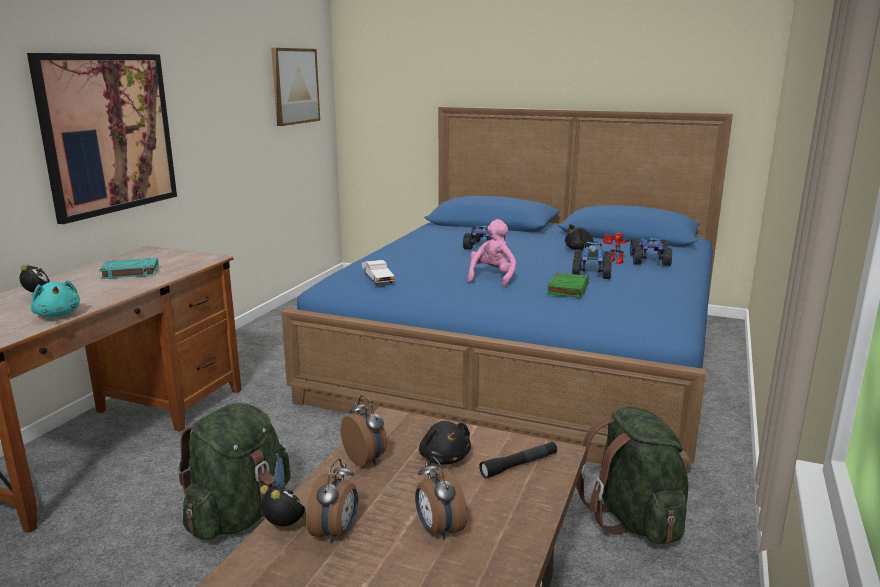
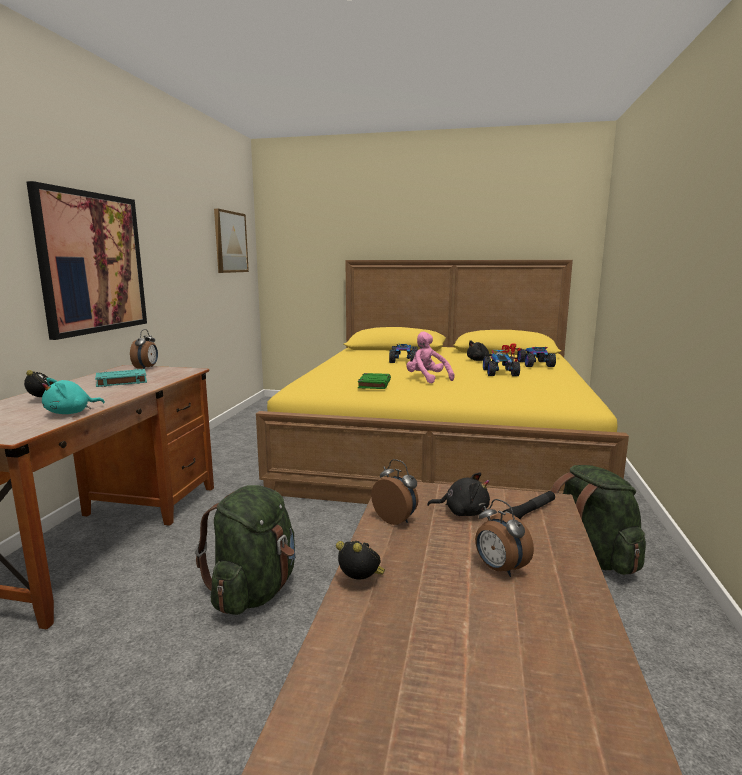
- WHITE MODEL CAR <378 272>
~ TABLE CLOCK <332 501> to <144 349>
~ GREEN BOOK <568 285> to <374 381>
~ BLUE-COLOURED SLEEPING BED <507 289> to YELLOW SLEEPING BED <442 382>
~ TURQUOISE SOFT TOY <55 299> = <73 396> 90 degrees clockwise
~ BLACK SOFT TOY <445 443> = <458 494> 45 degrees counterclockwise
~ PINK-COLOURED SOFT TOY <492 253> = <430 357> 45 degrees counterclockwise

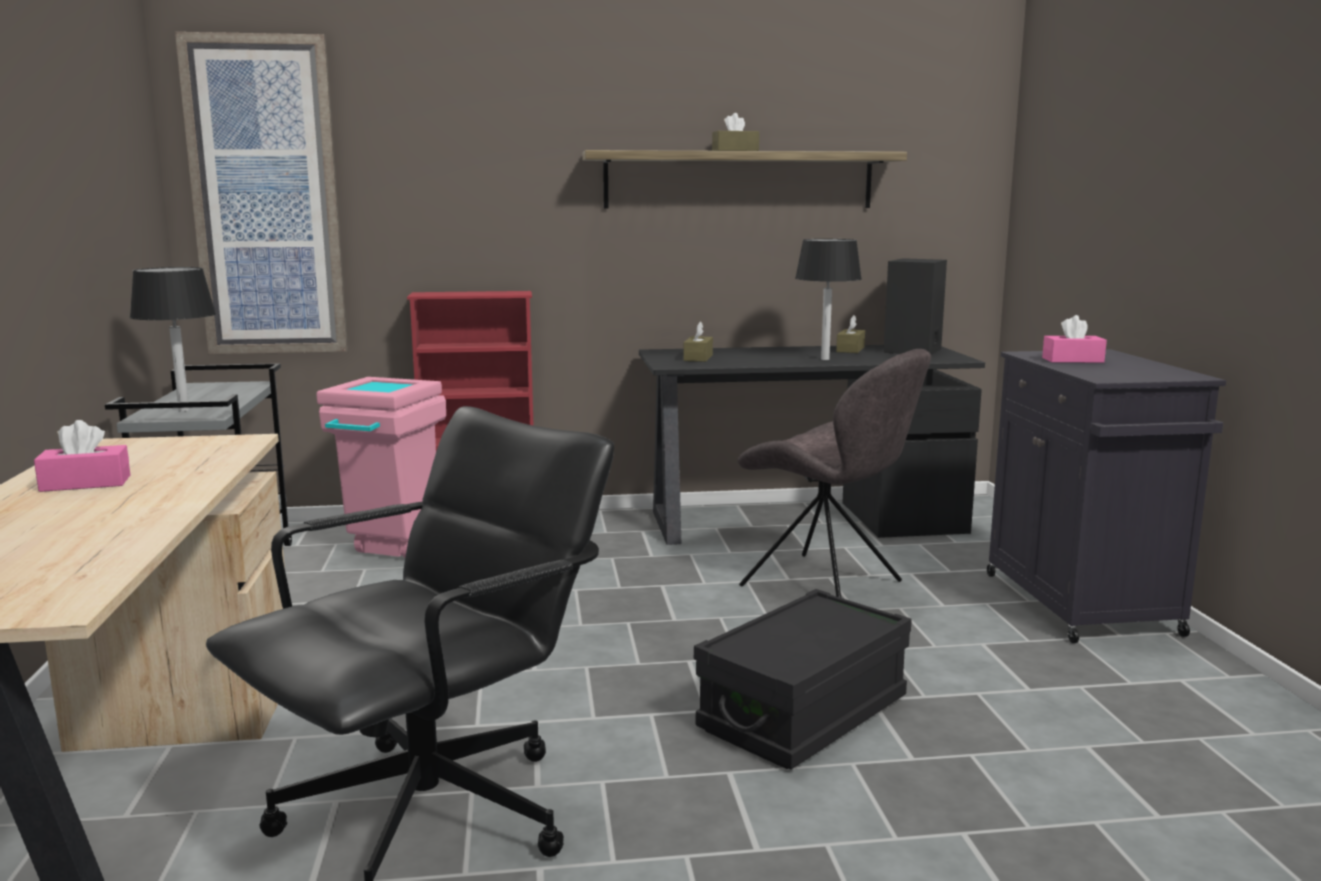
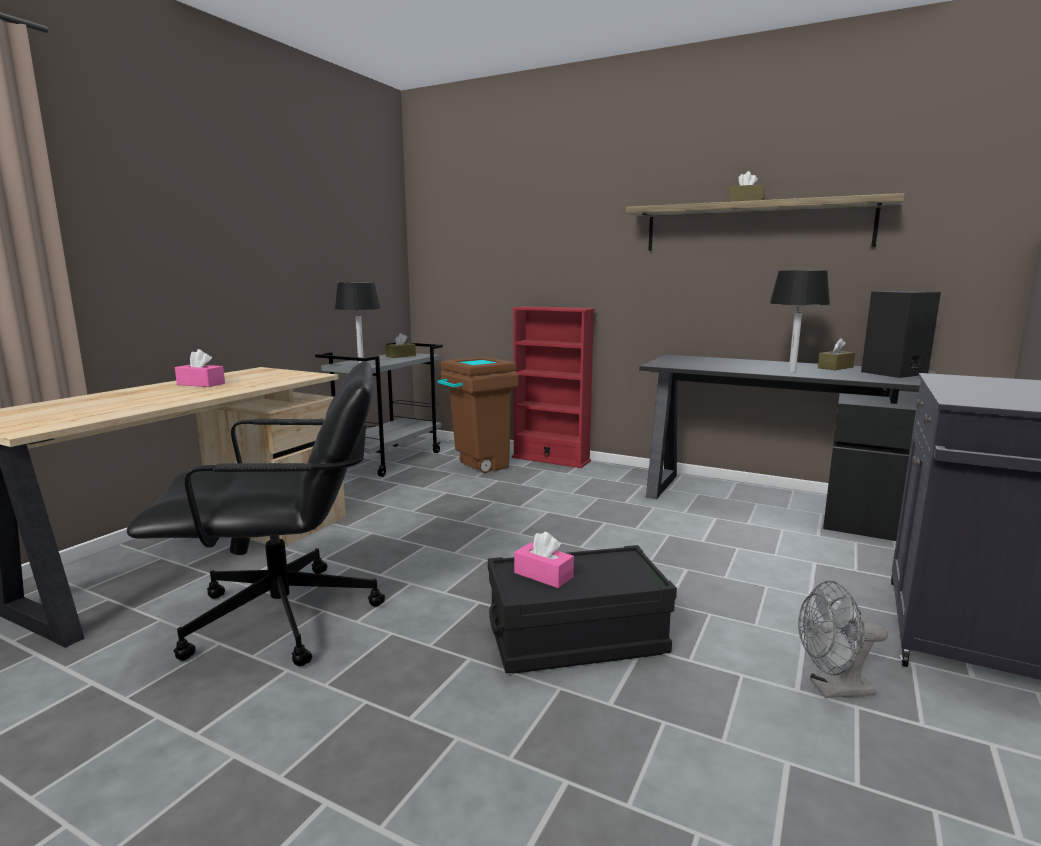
- WALL PICTURE <261 193>
- GREY PLAIN CHAIR <834 473>
+ GREY COOLING FAN <843 639>
~ BROWN TISSUE HOLDER <698 341> to <400 345>
~ PINK-COLOURED TISSUE HOLDER <1074 339> to <544 560>
~ PINK-COLOURED TRASH CAN <381 467> to BROWN TRASH CAN <477 415>

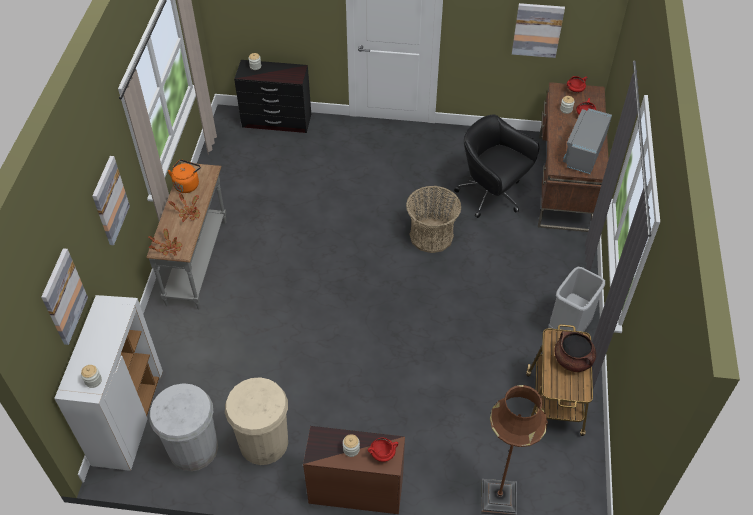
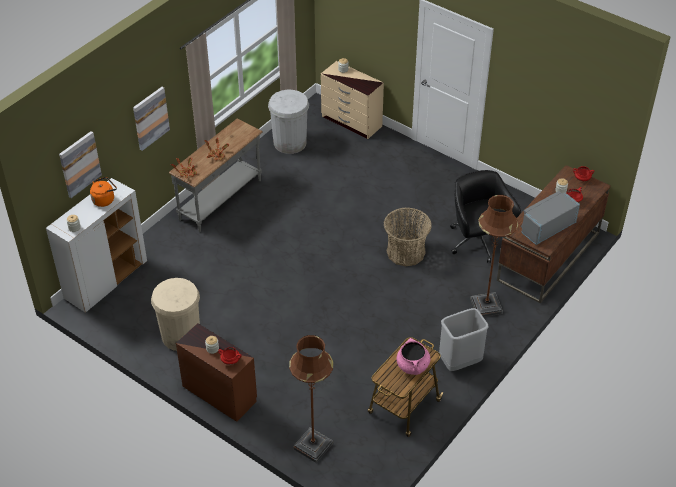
- WALL PICTURE <538 30>
+ BROWN STANDARD LAMP <494 256>
~ WHITE TRASH CAN <183 427> to <288 122>
~ ORANGEY KETTLE <184 176> to <103 192>
~ BLACK CHEST OF DRAWERS <272 96> to BEIGE-COLOURED CHEST OF DRAWERS <352 100>
~ BROWN COOKING POT <575 351> to PINK-COLOURED COOKING POT <413 356>

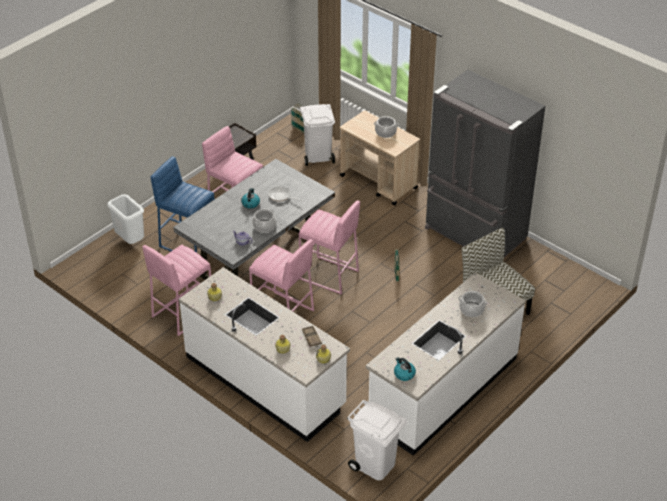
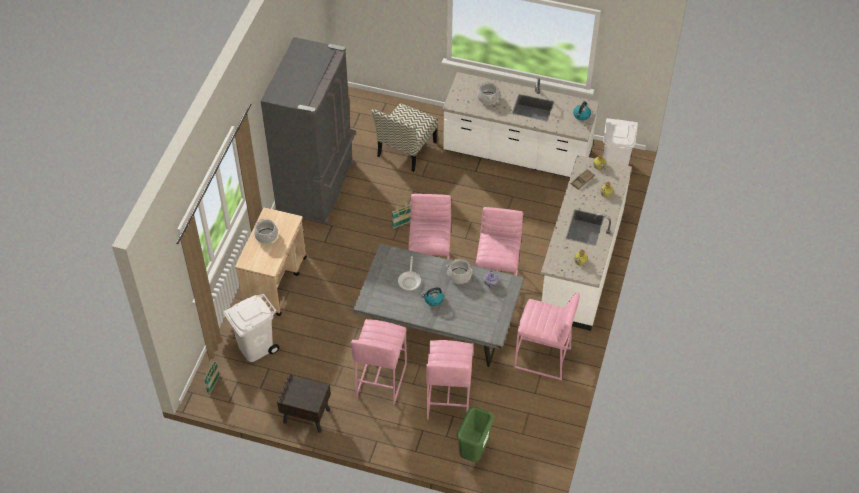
~ WHITE TRASH CAN <125 219> to GREEN TRASH CAN <475 434>
~ BLUE-COLOURED STOOL <183 204> to PINK-COLOURED STOOL <449 380>

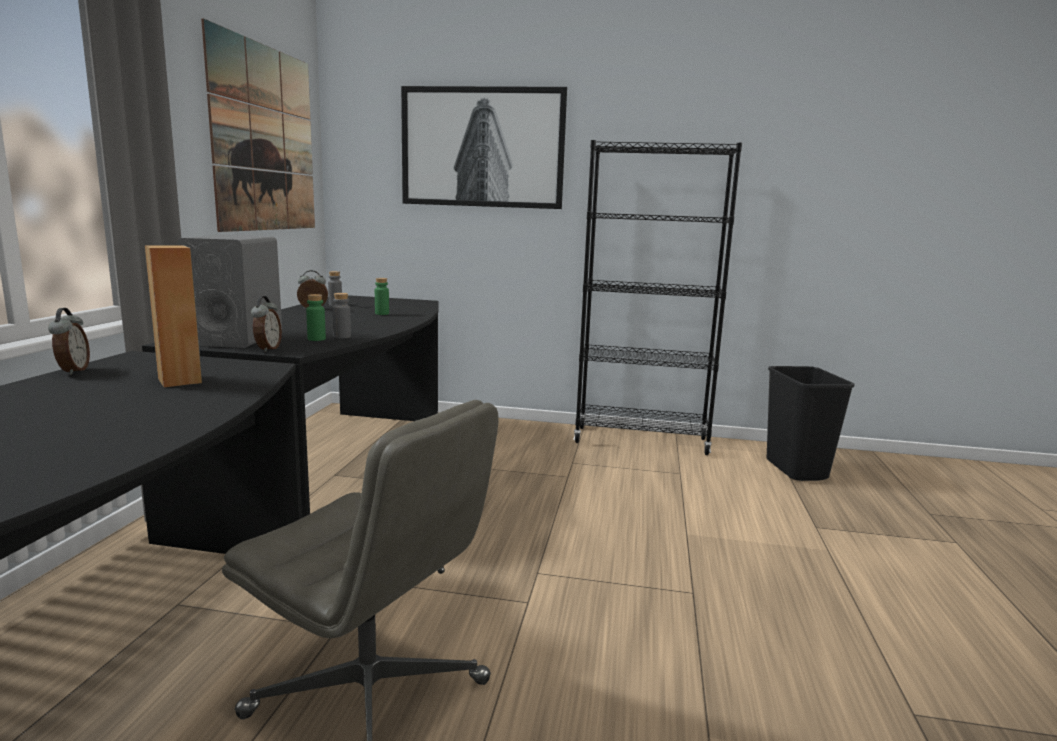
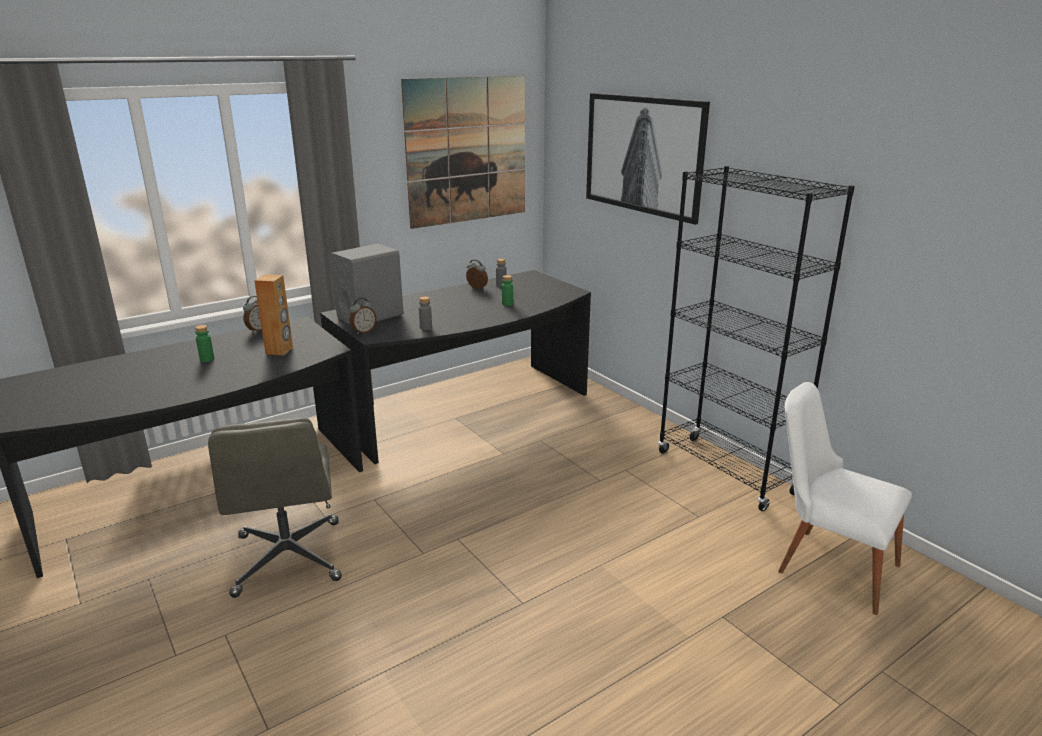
~ GREEN BOTTLE <316 317> to <204 343>
~ BLACK TRASH CAN <810 423> to WHITE PLAIN CHAIR <845 498>

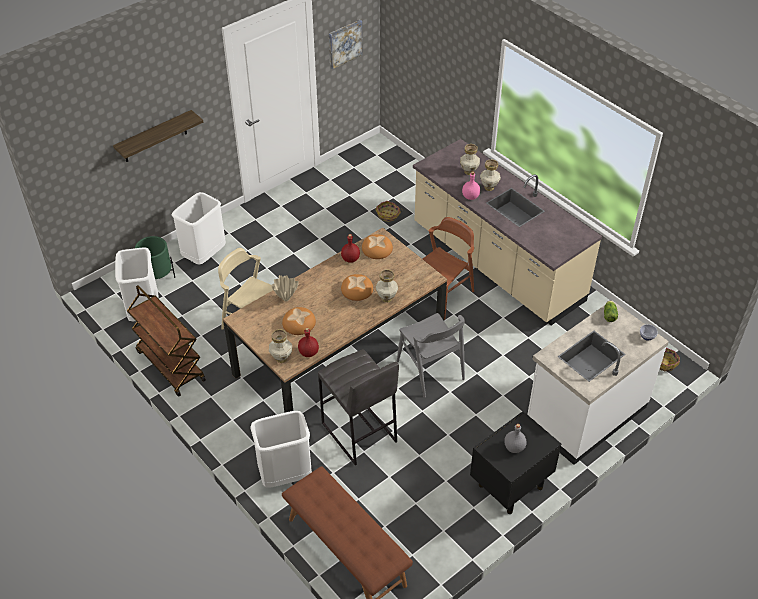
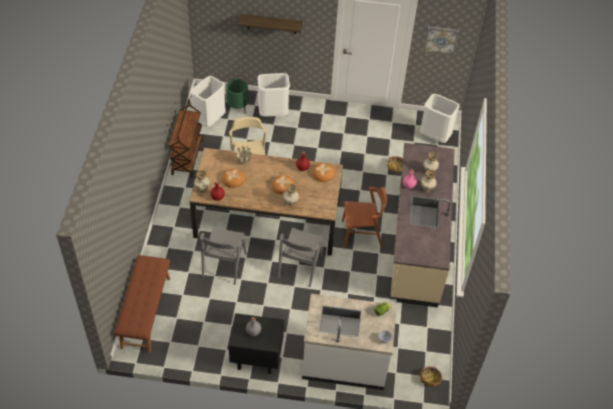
~ WHITE TRASH CAN <281 449> to <440 118>
~ GREY STOOL <358 407> to GREY PLAIN CHAIR <223 255>

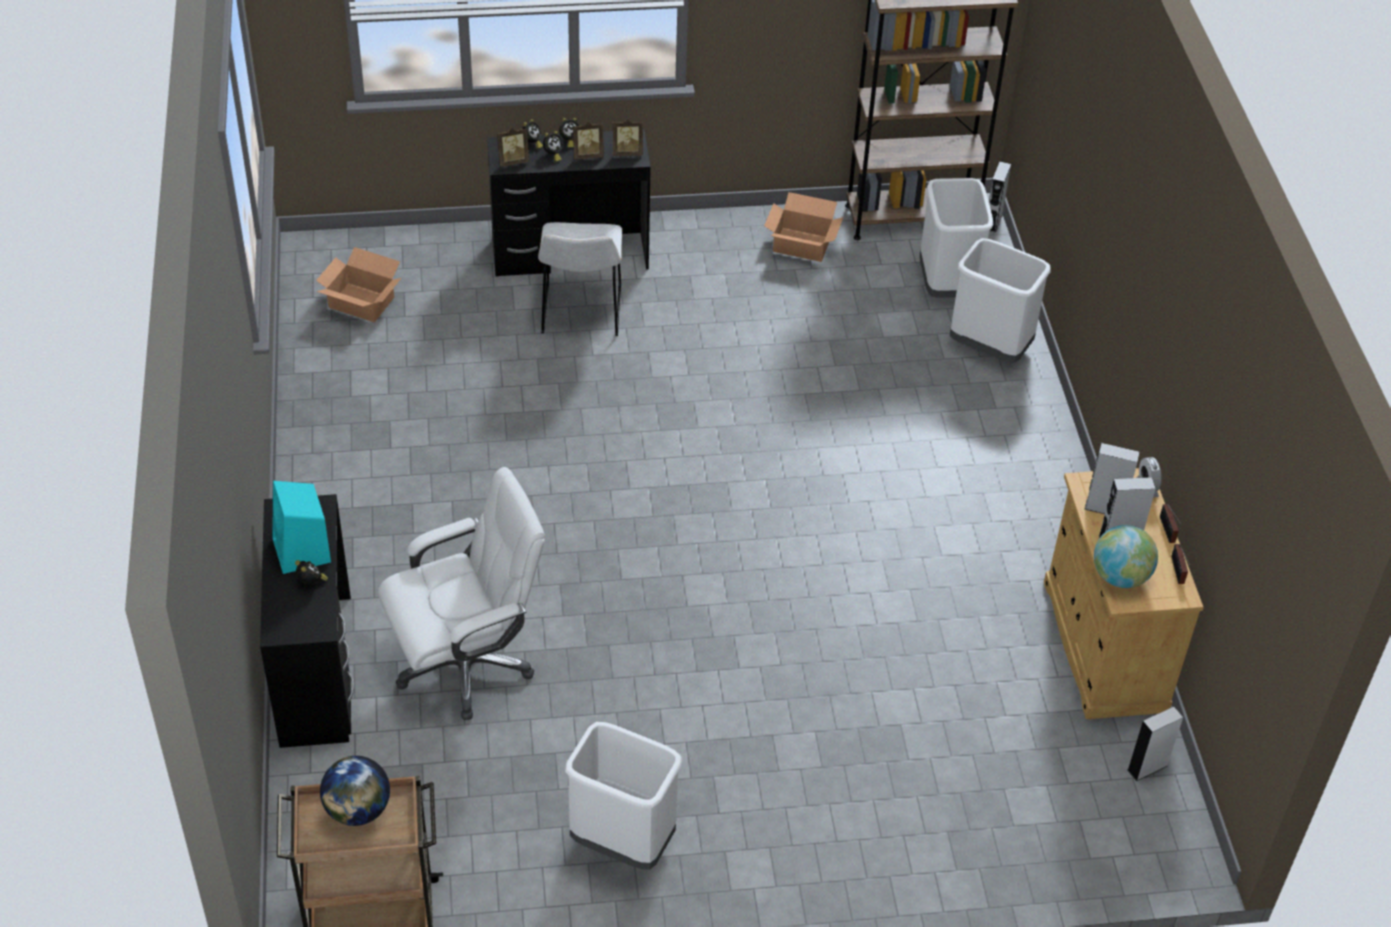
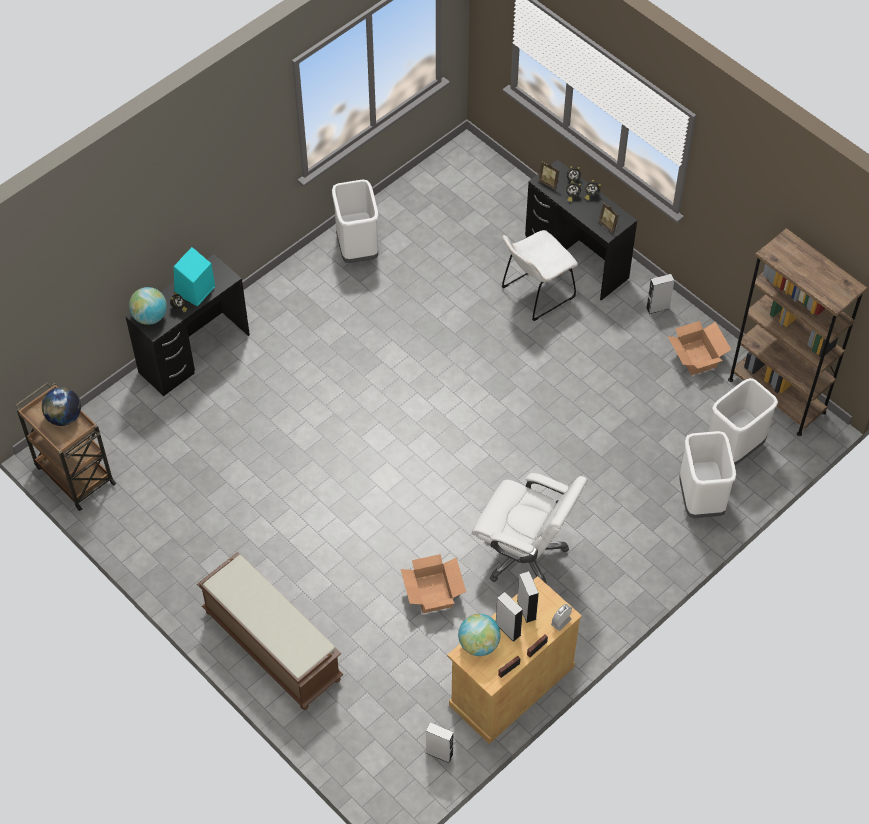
- PICTURE FRAME <588 141>
+ DESK GLOBE <148 306>
+ BROWN INDOOR BENCH <270 631>
~ PACKING BOX <358 284> to <433 583>
~ WHITE DESK CHAIR <461 593> to <530 528>
~ WHITE TRASH CAN <623 796> to <355 221>
~ GREY AUDIO SPEAKER <1000 196> to <660 294>

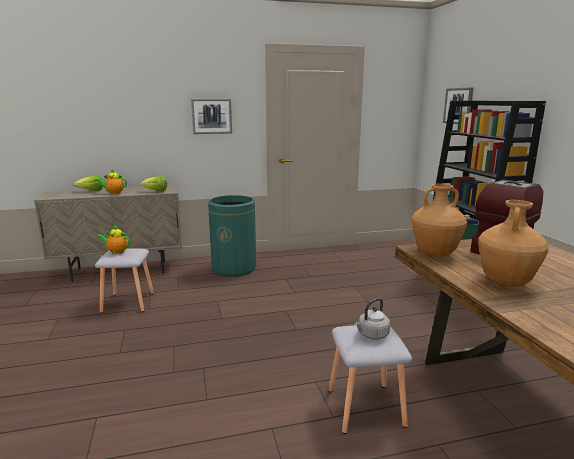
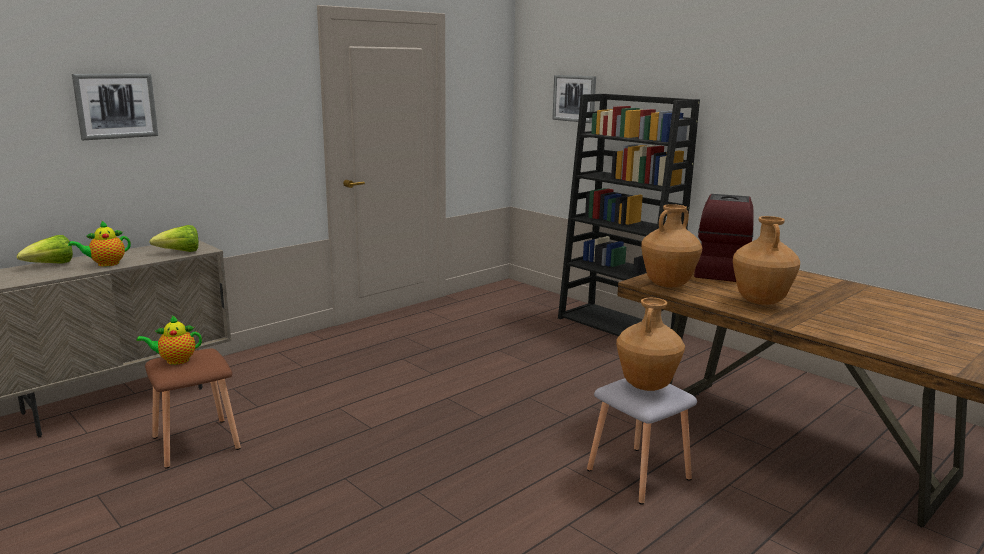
- GREEN TRASH CAN <232 236>
~ WALL PICTURE <211 116> to <115 107>
~ GREY KETTLE <372 319> to BROWN VASE <650 344>
~ GREY STOOL <124 280> to BROWN STOOL <193 409>

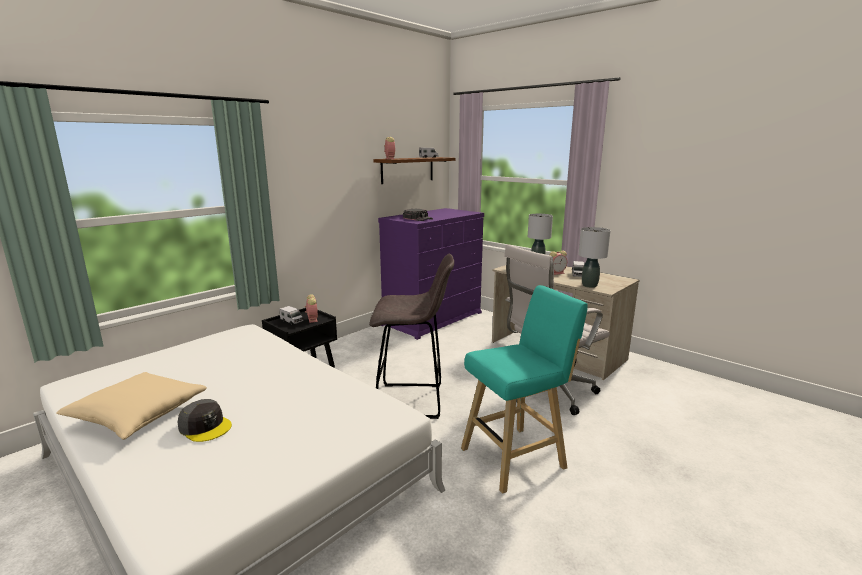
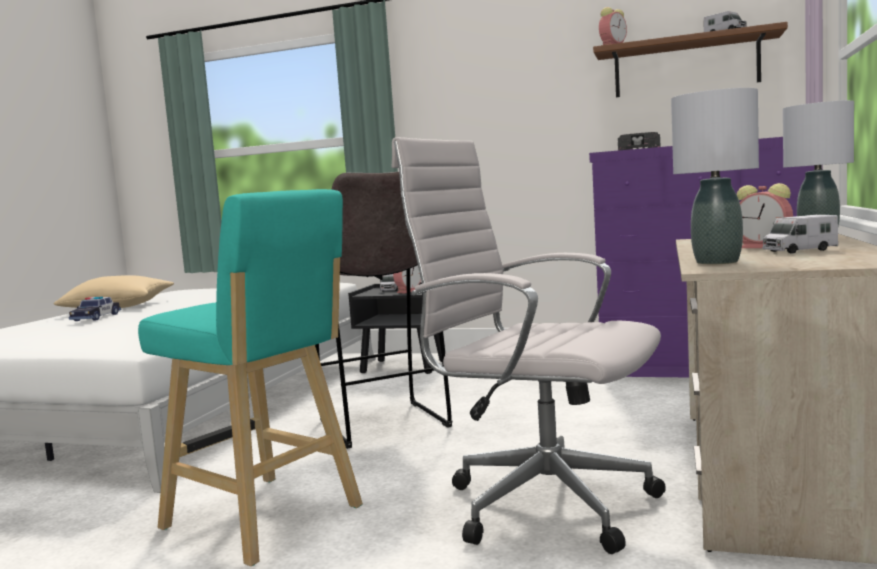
~ GREY BASEBALL CAP <205 420> to MODEL CAR <95 308>

